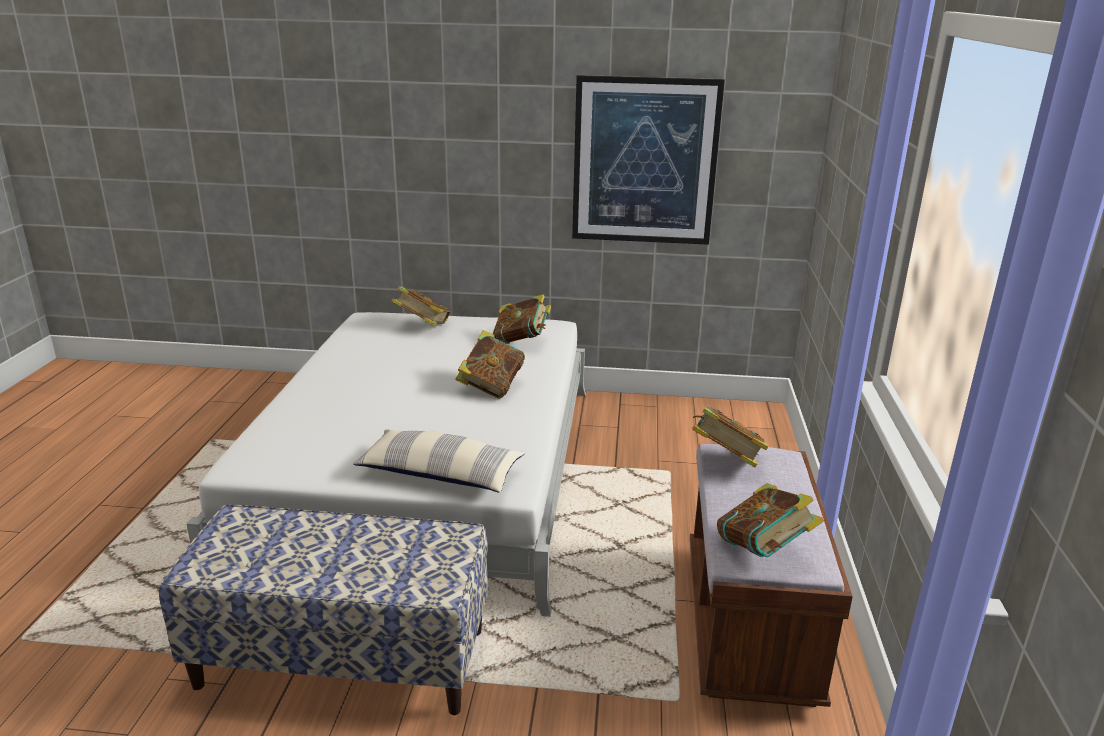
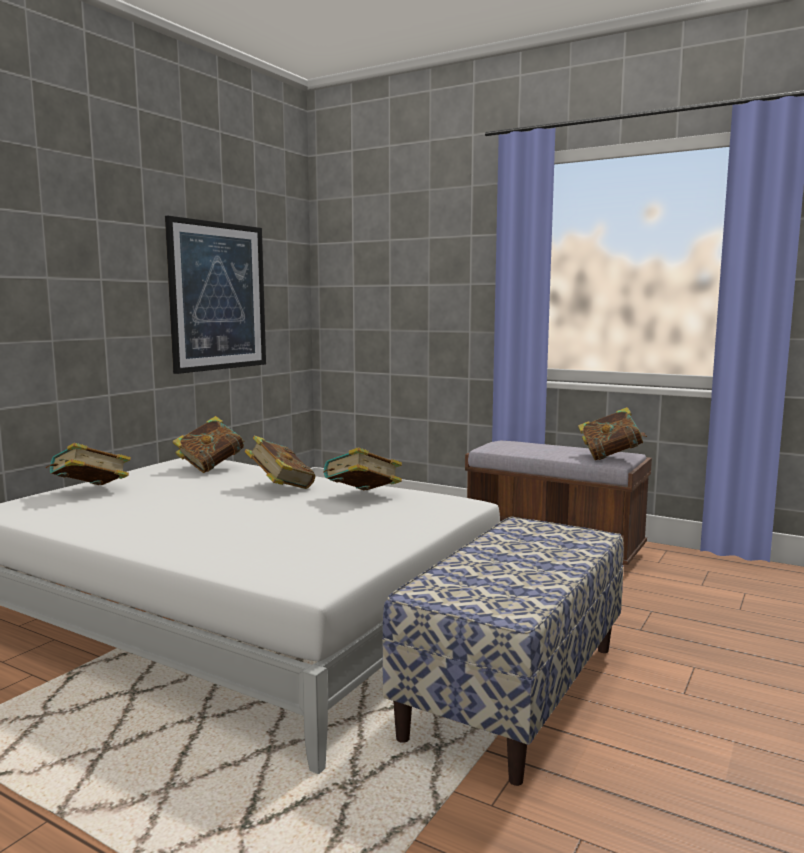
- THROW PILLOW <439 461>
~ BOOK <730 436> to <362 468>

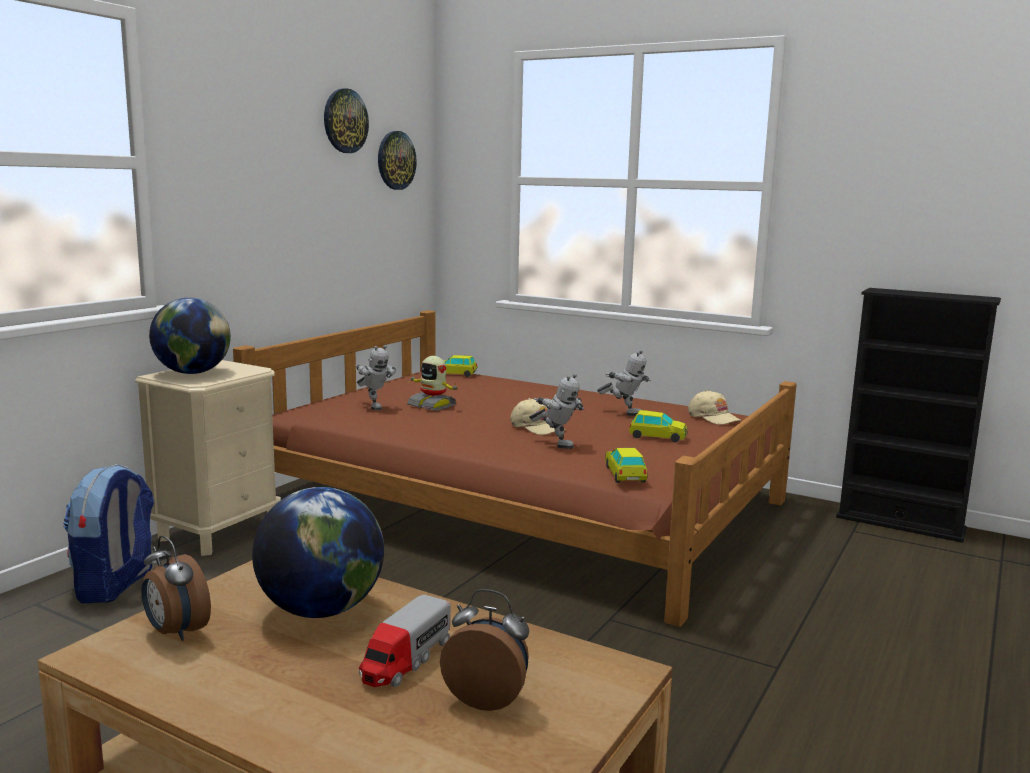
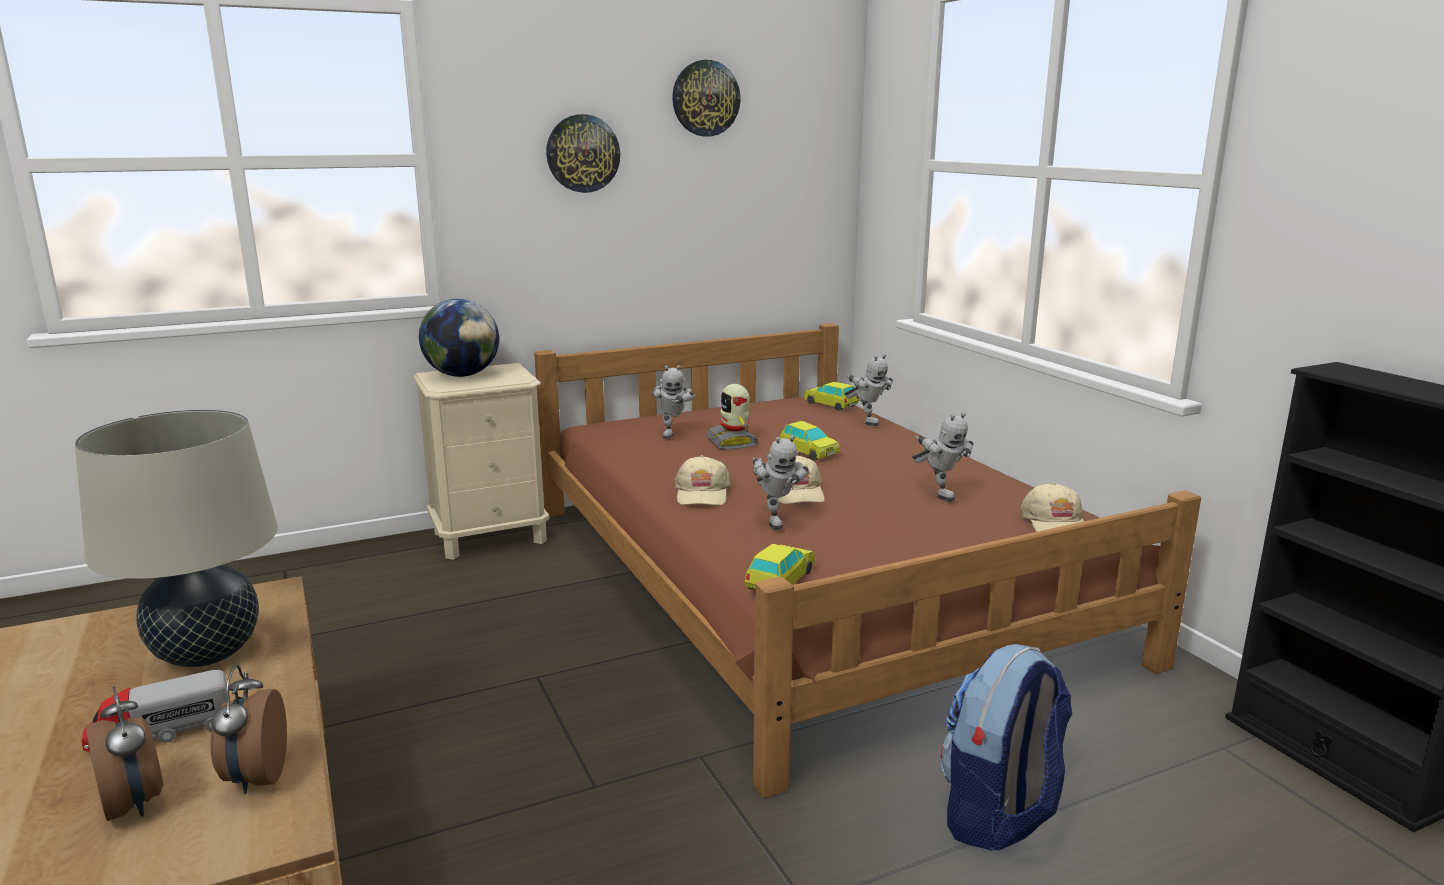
+ BEIGE-COLOURED BASEBALL CAP <702 480>
+ MODEL ROBOT <868 390>
~ BACKPACK <108 533> to <1006 747>
~ TABLE CLOCK <176 588> to <249 729>
~ WALL CLOCK <397 160> to <583 153>
~ MODEL CAR <658 426> to <810 441>
~ DESK GLOBE <318 552> to BEIGE-COLOURED LAMP FOR A TABLE <176 538>

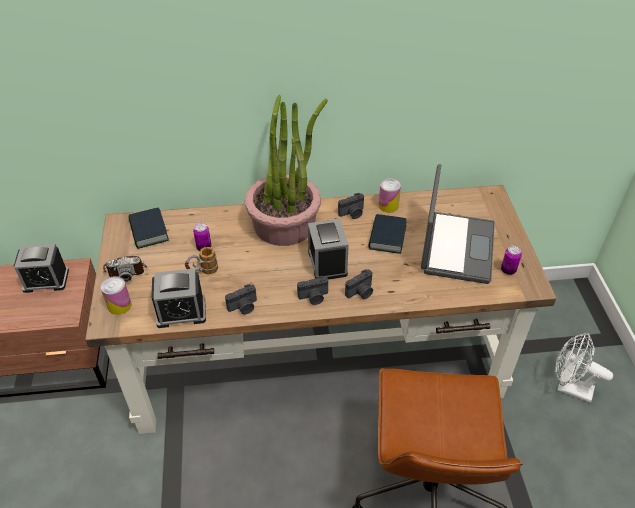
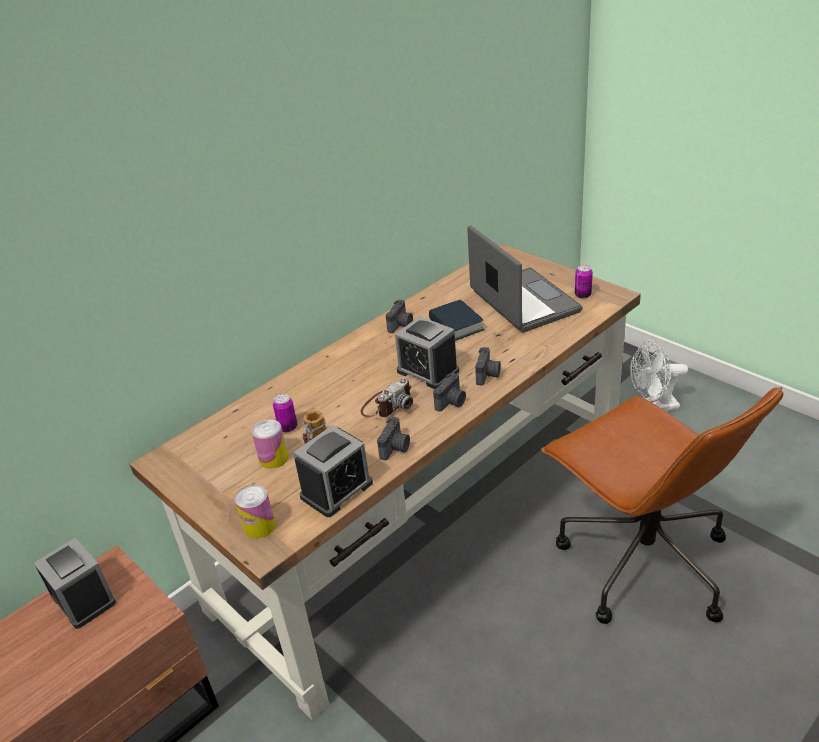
- BOOK <148 228>
- HOUSEPLANT <286 170>
~ PHOTO CAMERA <125 269> to <387 397>
~ CAN <390 195> to <270 444>
~ TABLE CLOCK <41 268> = <75 583> 90 degrees counterclockwise

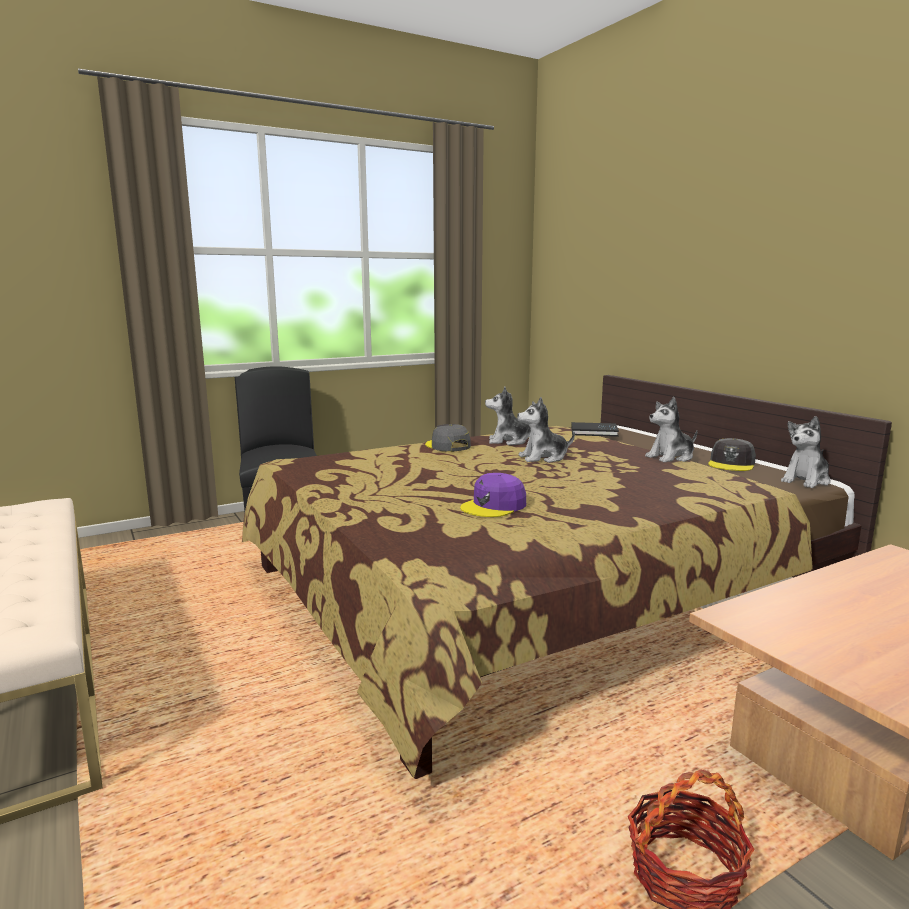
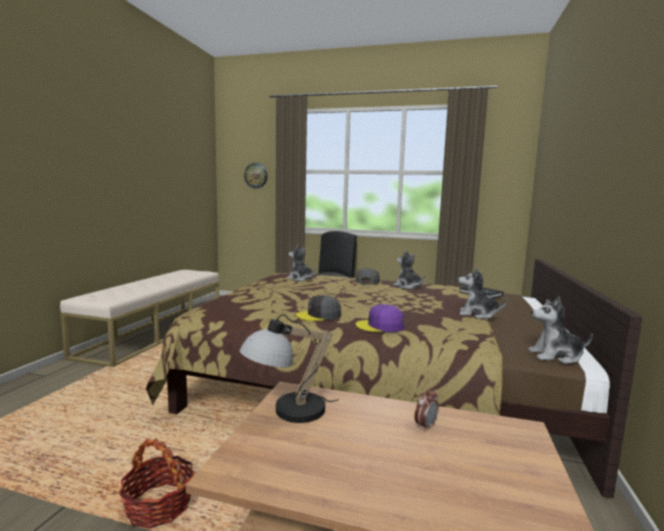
+ LAMP FOR A TABLE <289 368>
+ WALL CLOCK <256 175>
+ TABLE CLOCK <426 410>
~ PURPLISH BASEBALL CAP <493 495> to <379 318>
~ SOFT TOY <546 430> to <301 262>
~ GREY BASEBALL CAP <732 454> to <318 308>

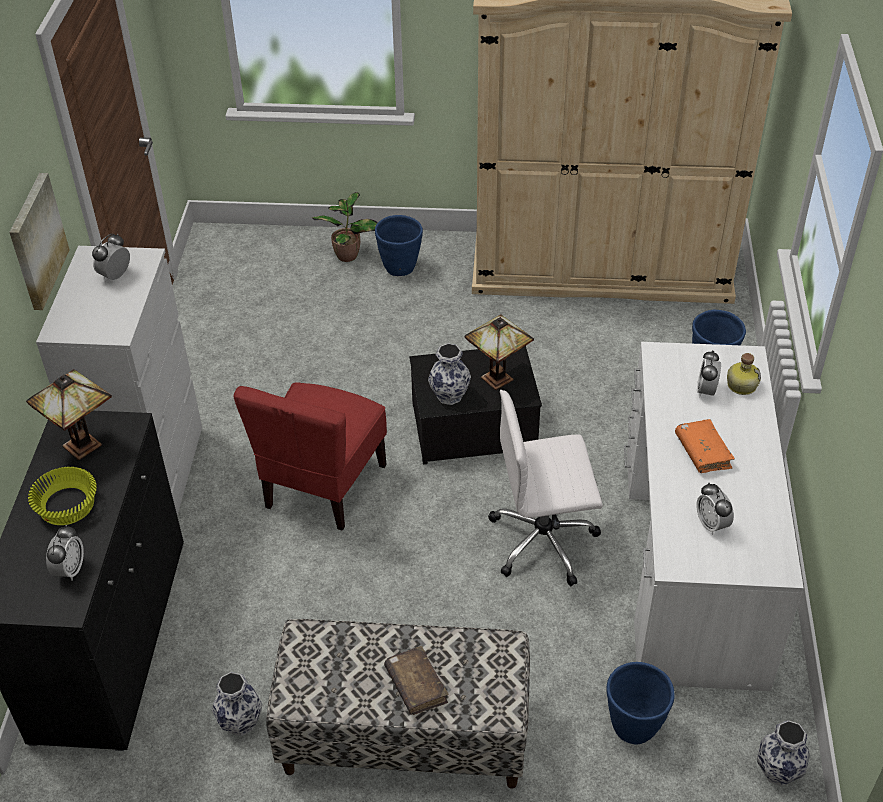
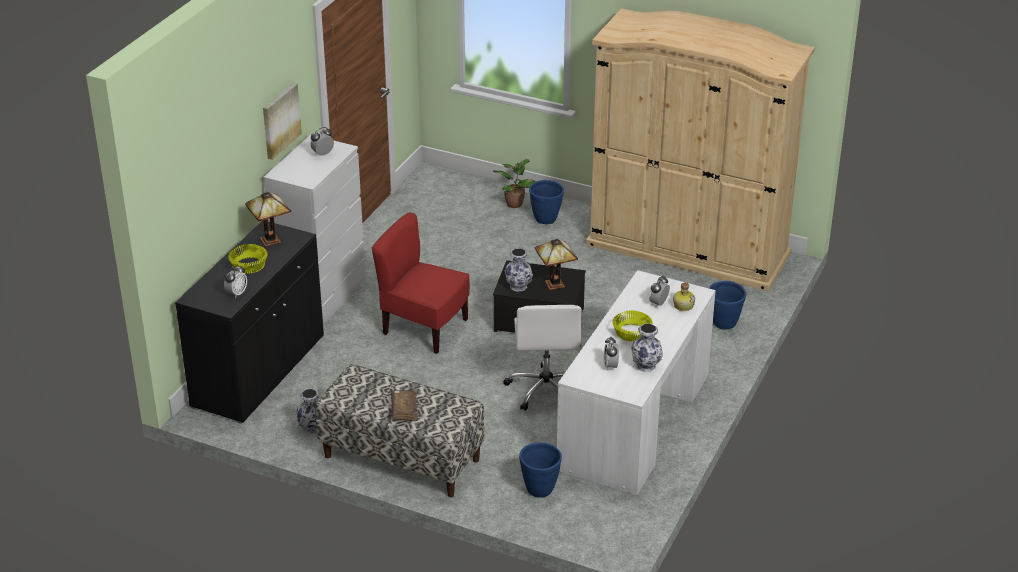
~ VASE <783 753> to <647 348>
~ ORANGEY BOOK <705 446> to YELLOW BOWL <632 326>
~ RED-COLOURED PLAIN CHAIR <310 456> = <421 283> 75 degrees clockwise
~ WHITE DESK CHAIR <545 488> = <543 358> 105 degrees counterclockwise

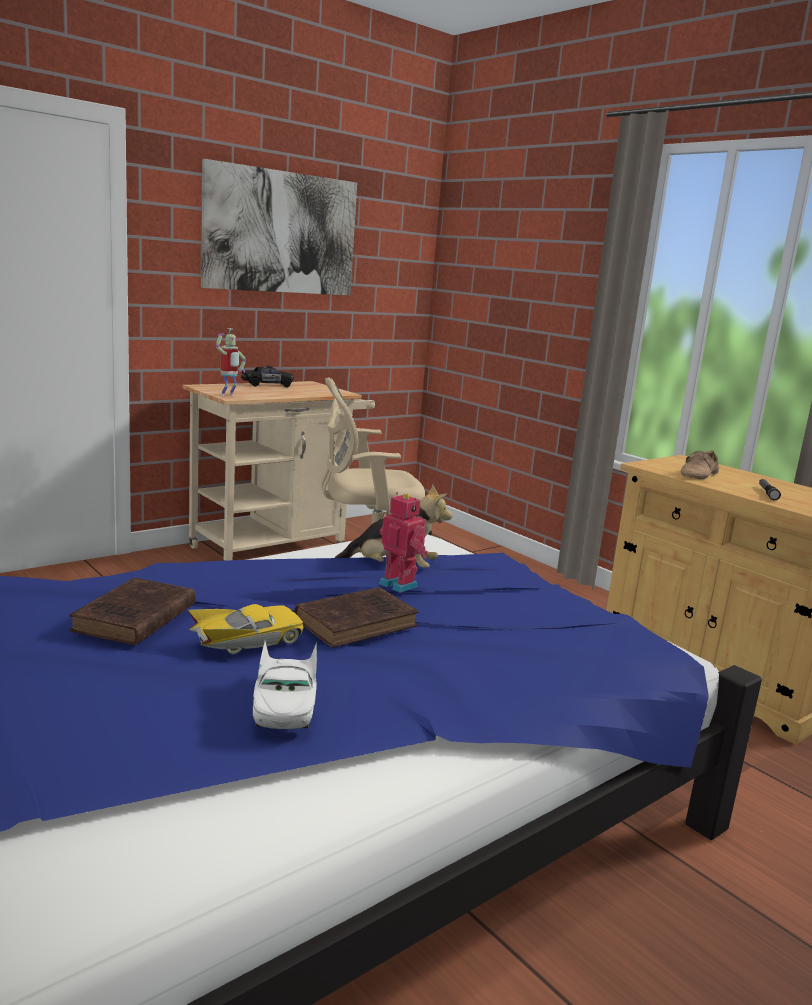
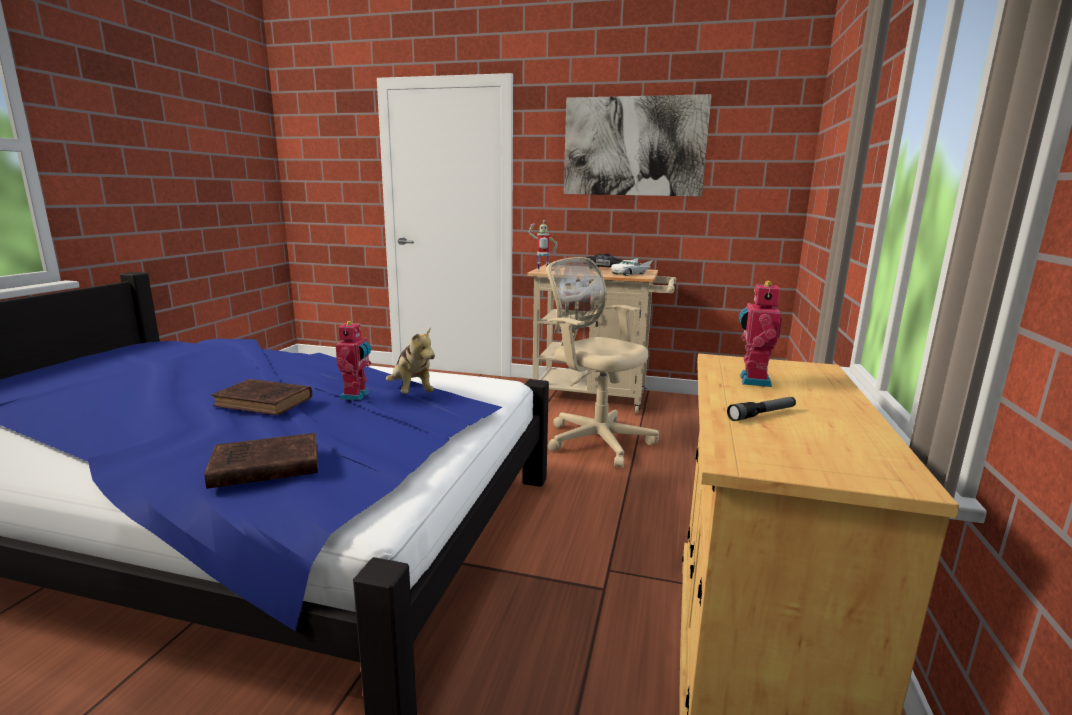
- YELLOW MODEL CAR <246 629>
~ BROWN BOOK <132 611> to <261 461>
~ WHITE MODEL CAR <285 685> to <632 267>
~ BEIGE-COLOURED LOW SHOE <700 465> to MODEL ROBOT <760 334>

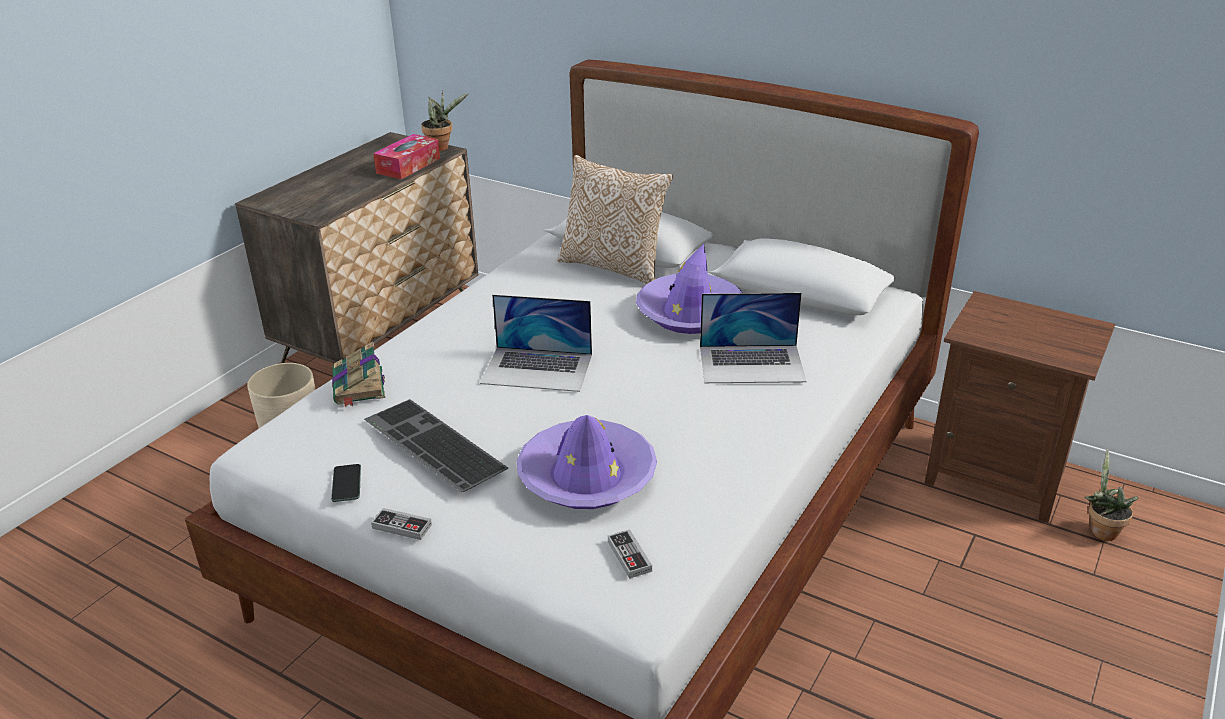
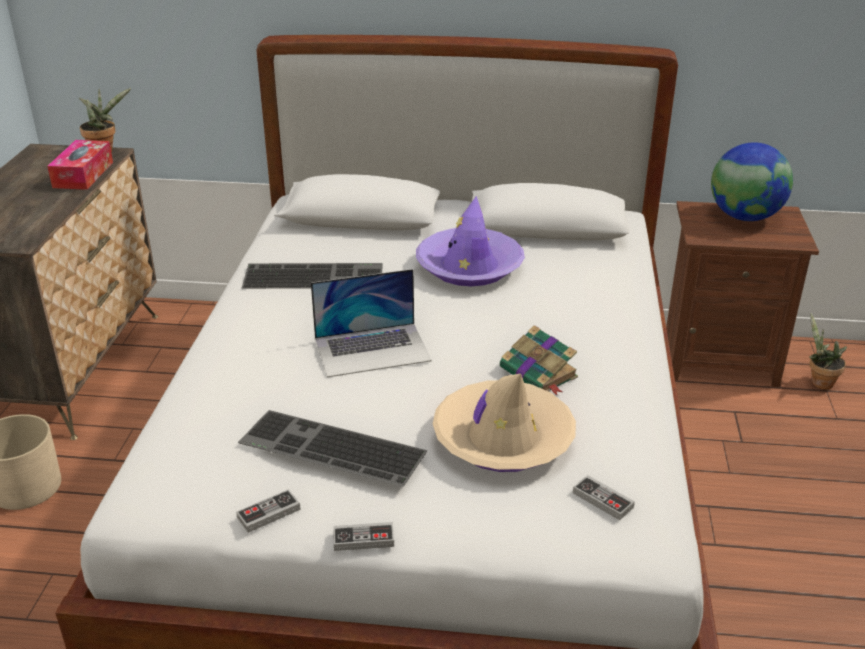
- THROW PILLOW <615 219>
- LAPTOP <753 338>
+ COMPUTER KEYBOARD <312 276>
+ DESK GLOBE <752 181>
~ BOOK <358 374> to <539 360>
~ HANDSET <346 483> to JOYPAD <268 511>
~ PURPLISH WEARABLE HAT <587 462> to BEIGE-COLOURED WEARABLE HAT <504 423>

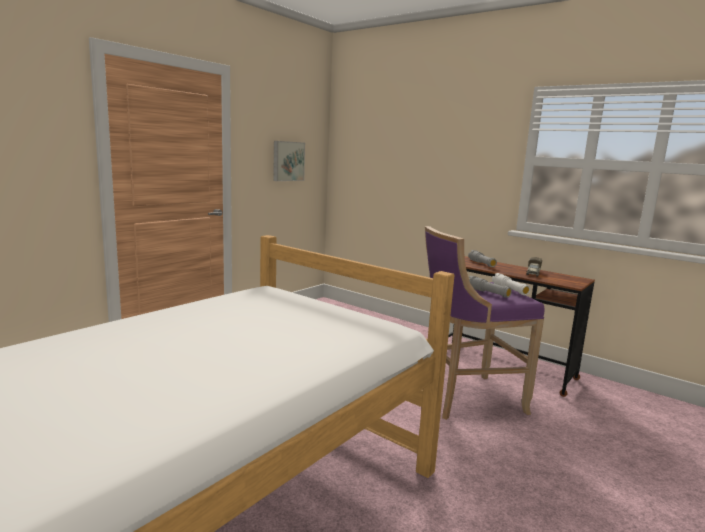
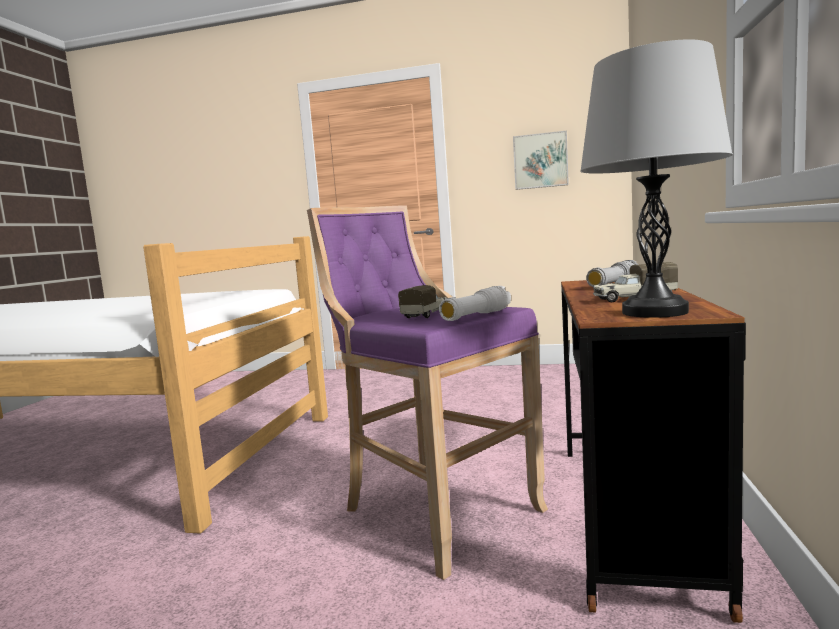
+ GREY LAMP FOR A TABLE <656 178>
~ GREY FLASHLIGHT <490 287> to TOY LORRY <422 301>

